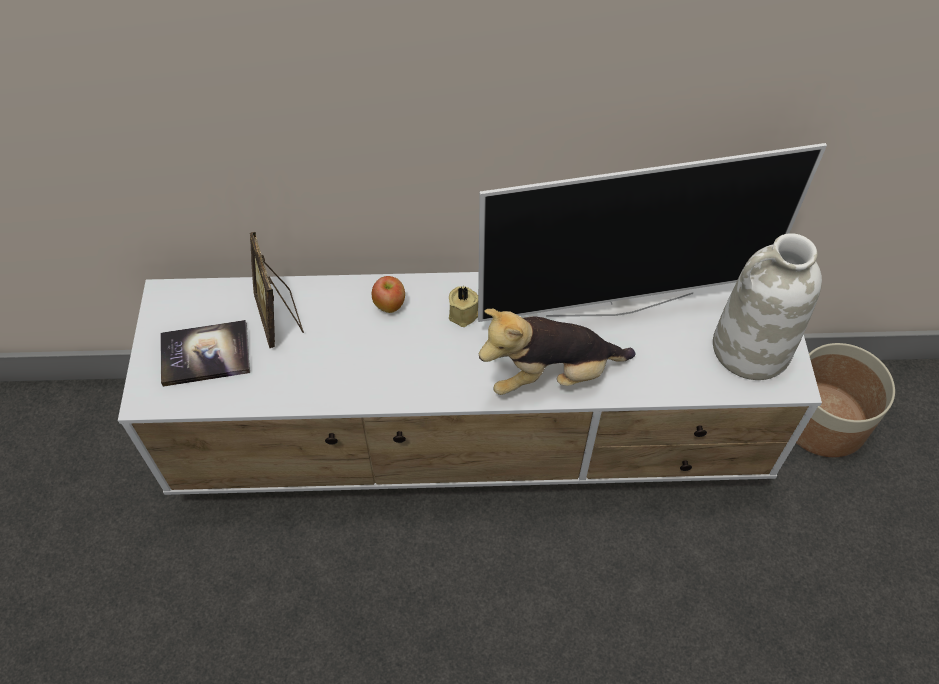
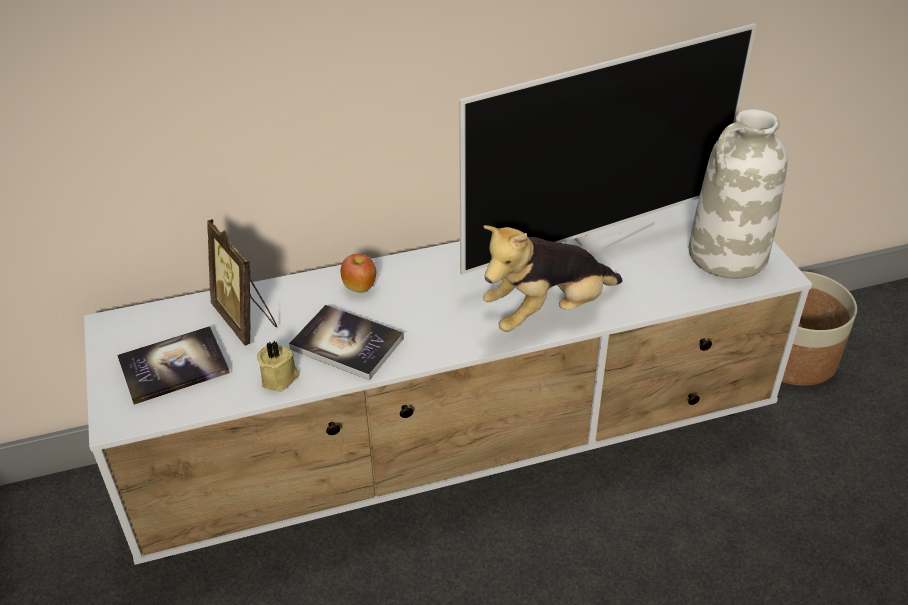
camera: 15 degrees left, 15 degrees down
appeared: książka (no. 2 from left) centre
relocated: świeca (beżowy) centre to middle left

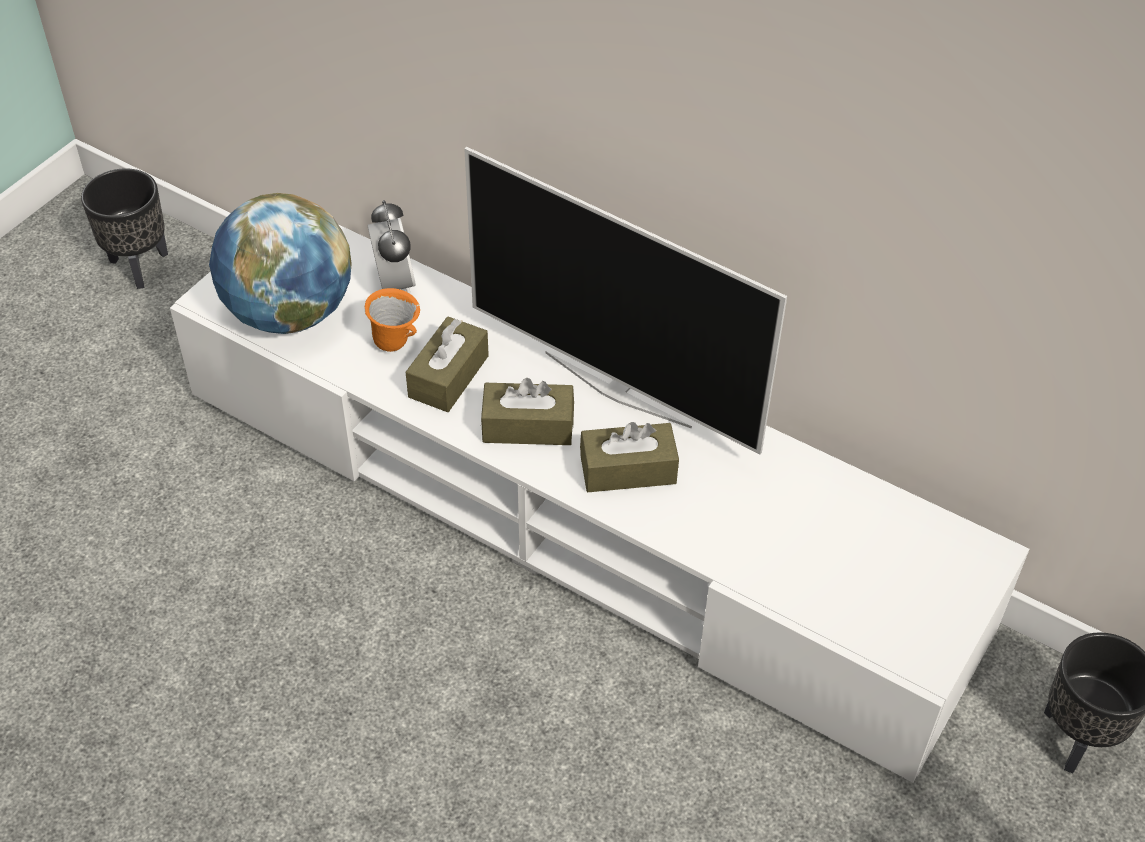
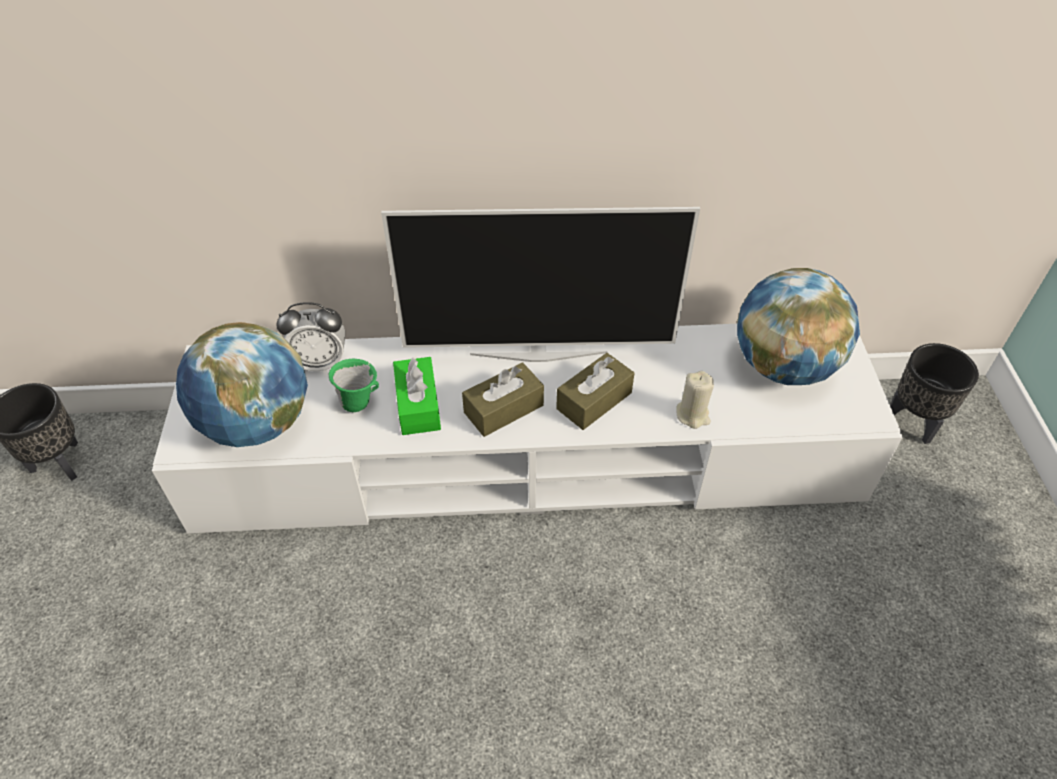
camera: 35 degrees left, 0 degrees up
appeared: świeca (beżowy) centre; globus (no. 2 from left) middle right
colour: kubek (pomarańczowy) centre to kubek (zielony) centre; pudełko chusteczek (brązowy) (no. 1 from left) centre to pudełko chusteczek (zielony) centre
spun: budzik top centre = middle left 135 degrees clockwise

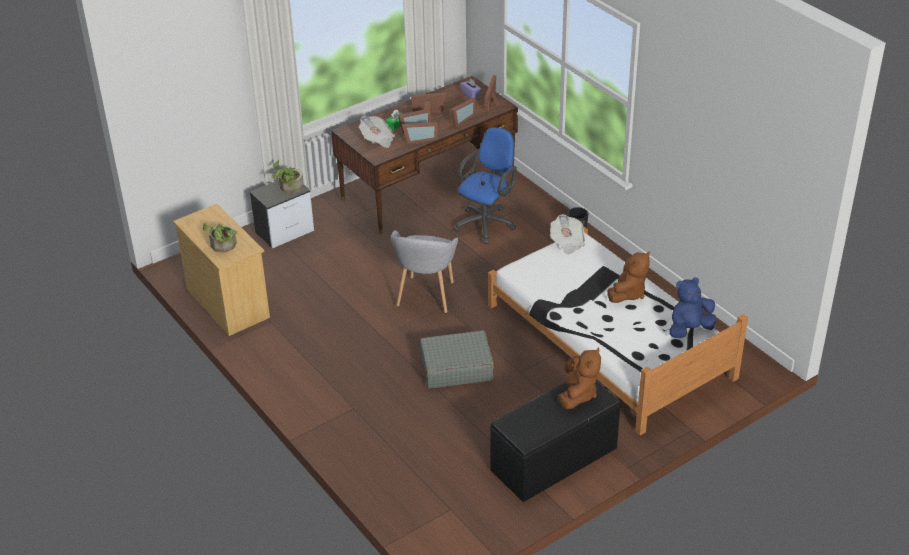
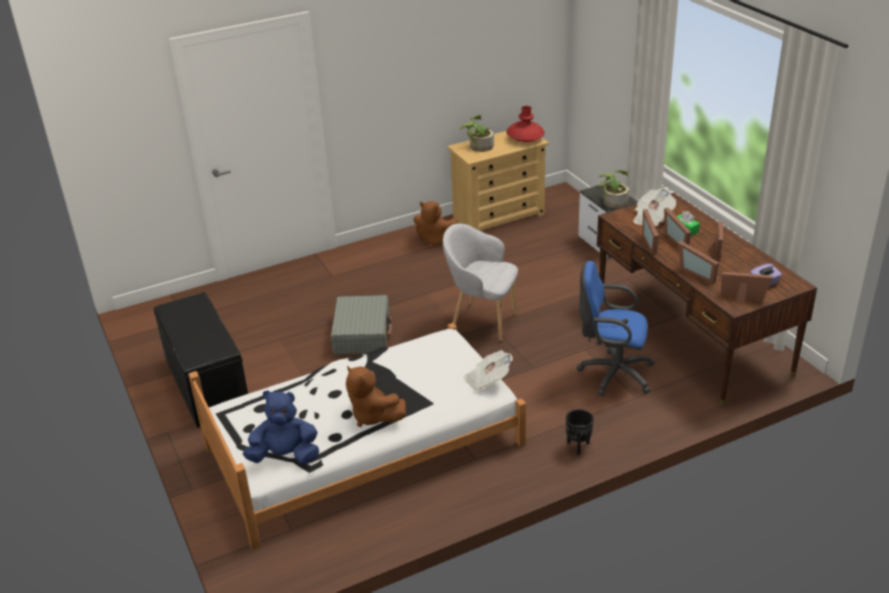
camera: 100 degrees right, 5 degrees down
appeared: wazon (czerwony) top centre
relocated: pluszak (brązowy) (no. 1 from left in the first image) bottom centre to pluszak (brązowy) (no. 2 from left) centre
spun: pluszak (niebieski) middle right = bottom left 75 degrees counterclockwise; krzesło biurowe (niebieski) centre = middle right 150 degrees clockwise

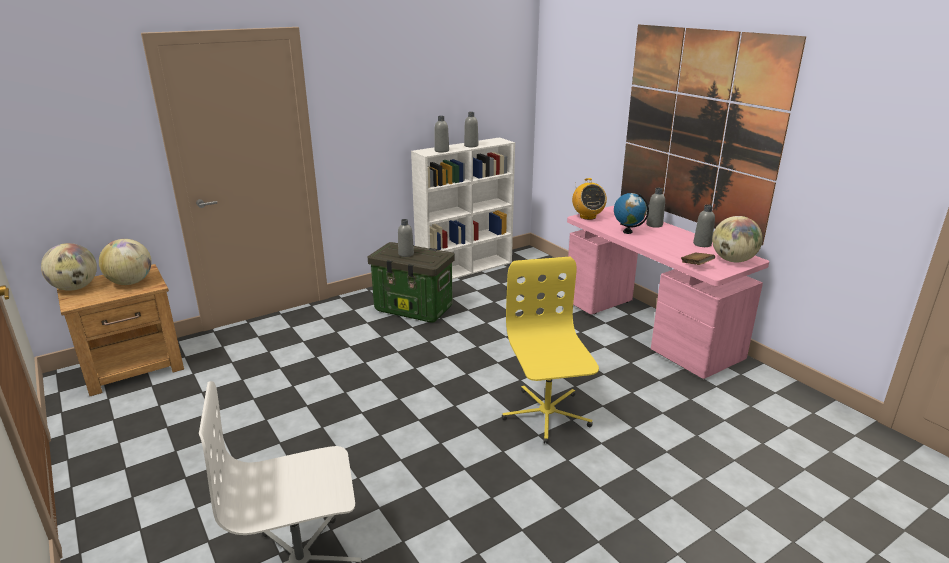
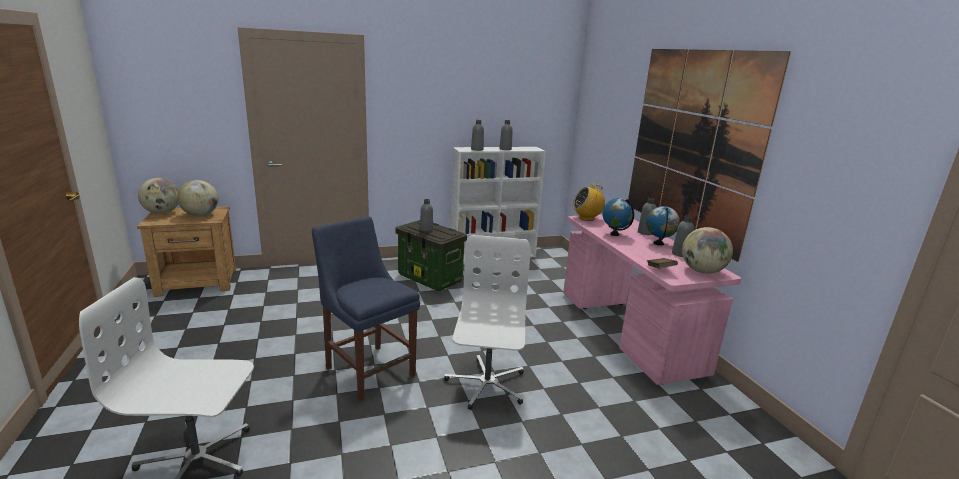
camera: 15 degrees right, 5 degrees down
appeared: krzesło (niebieski) centre; globus (no. 4 from left) middle right
colour: krzesło biurowe (żółty) centre to krzesło biurowe (biały) (no. 2 from left) bottom centre
spun: radio centre = centre 75 degrees clockwise

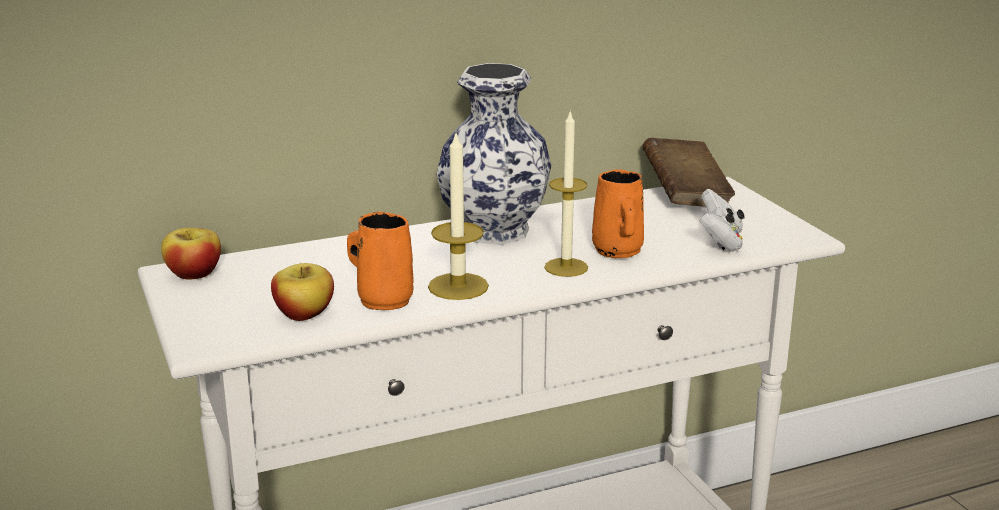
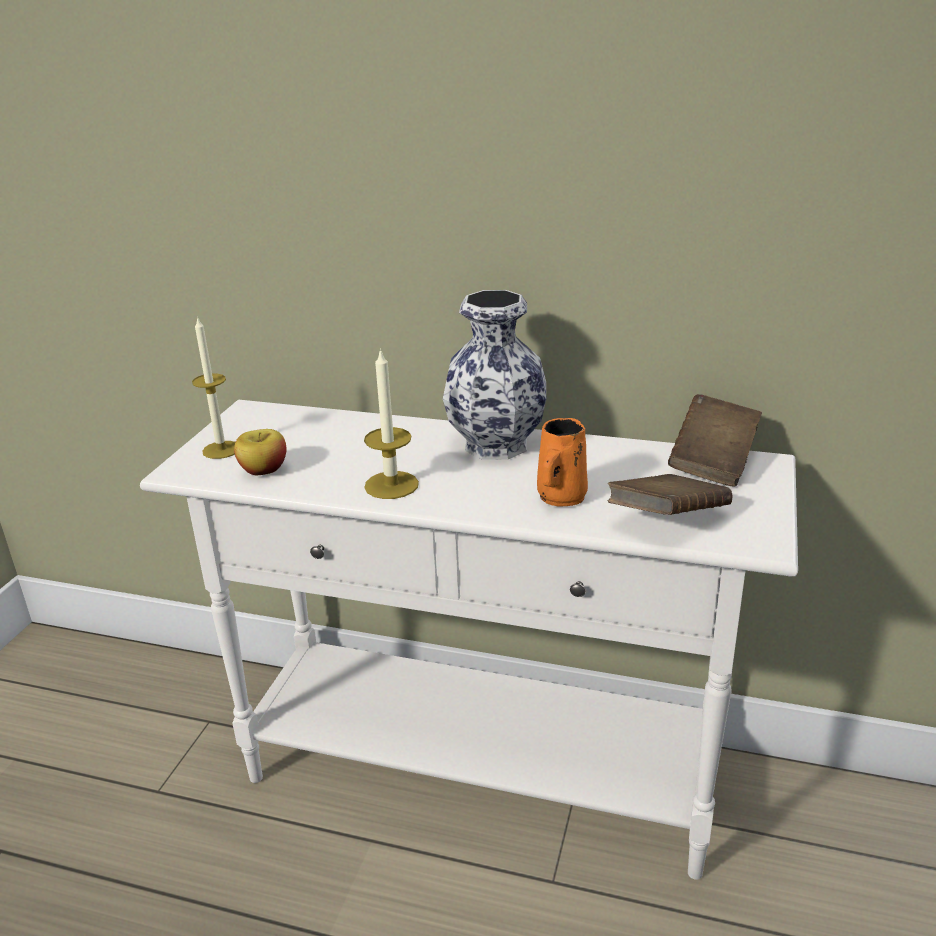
camera: 40 degrees right, 5 degrees up
missing: jabłko (no. 1 from left) middle left; kubek (pomarańczowy) (no. 1 from left) centre
relocated: świeca (no. 2 from left in the first image) centre to świeca (no. 1 from left) middle left
exchanged: pad do gier (biały) middle right to książka (brązowy) (no. 1 from left) middle right

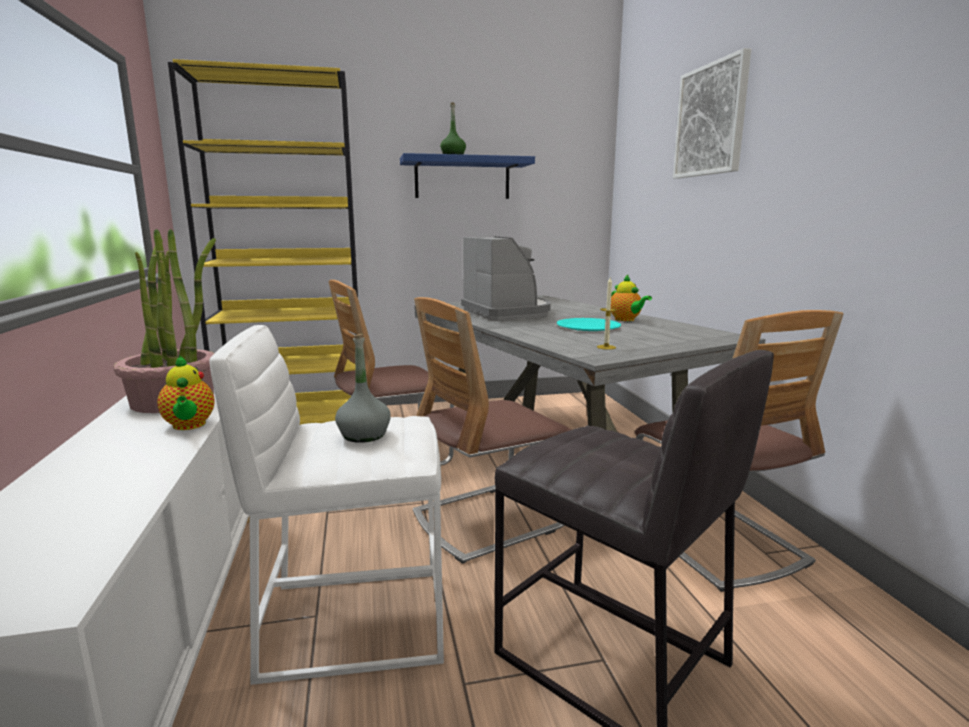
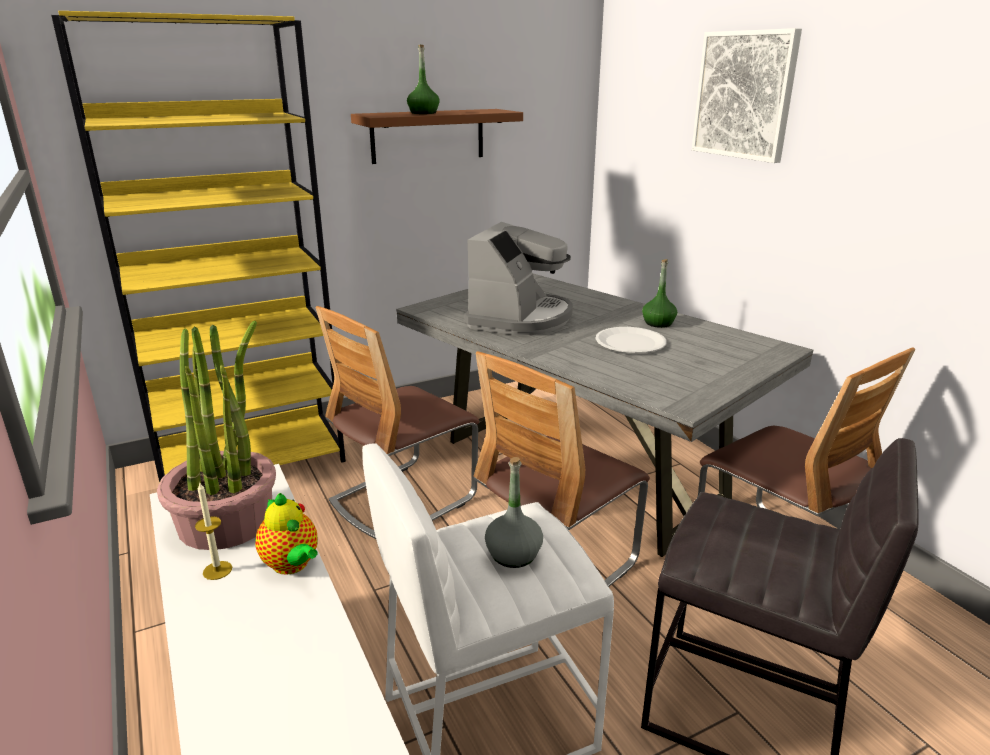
camera: 15 degrees left, 10 degrees up
relocated: świeca centre to bottom left
exchanged: imbryk (no. 2 from left) centre to butelka (zielony) (no. 2 from left) centre
colour: półka (niebieski) top centre to półka (brązowy) top centre; talerz (turkusowy) centre to talerz (biały) centre
spun: ekspres do kawy centre = centre 60 degrees clockwise

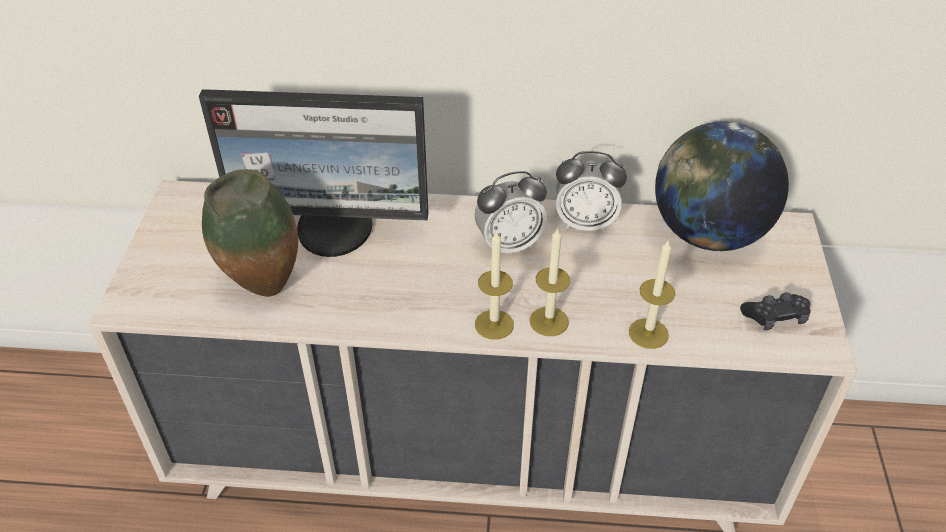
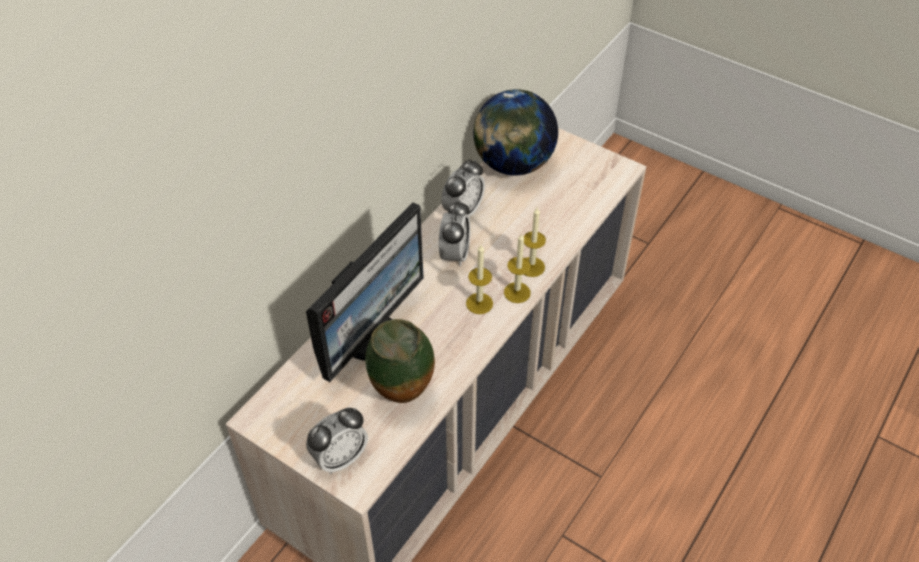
camera: 60 degrees left, 5 degrees up
missing: pad do gier (czarny) middle right
appeared: budzik (no. 1 from left) bottom centre
relocated: świeca (no. 3 from left in the first image) middle right to świeca (no. 1 from left) centre

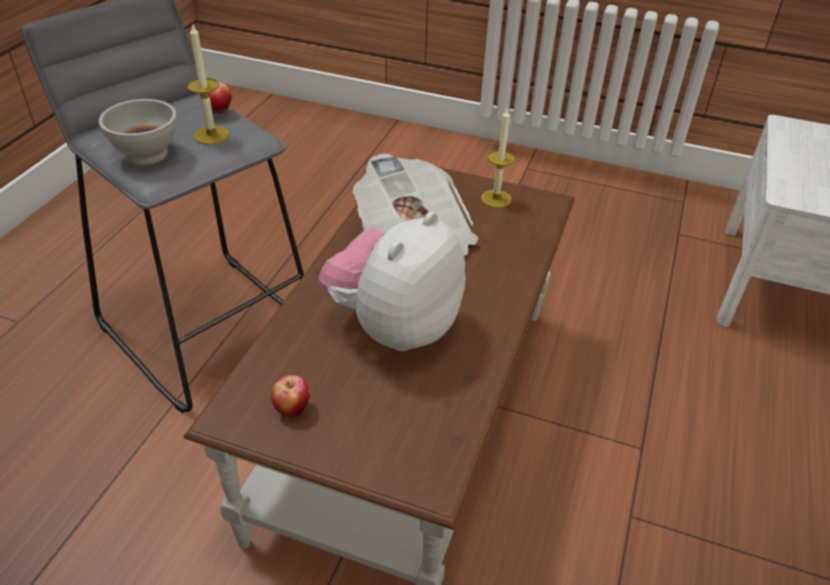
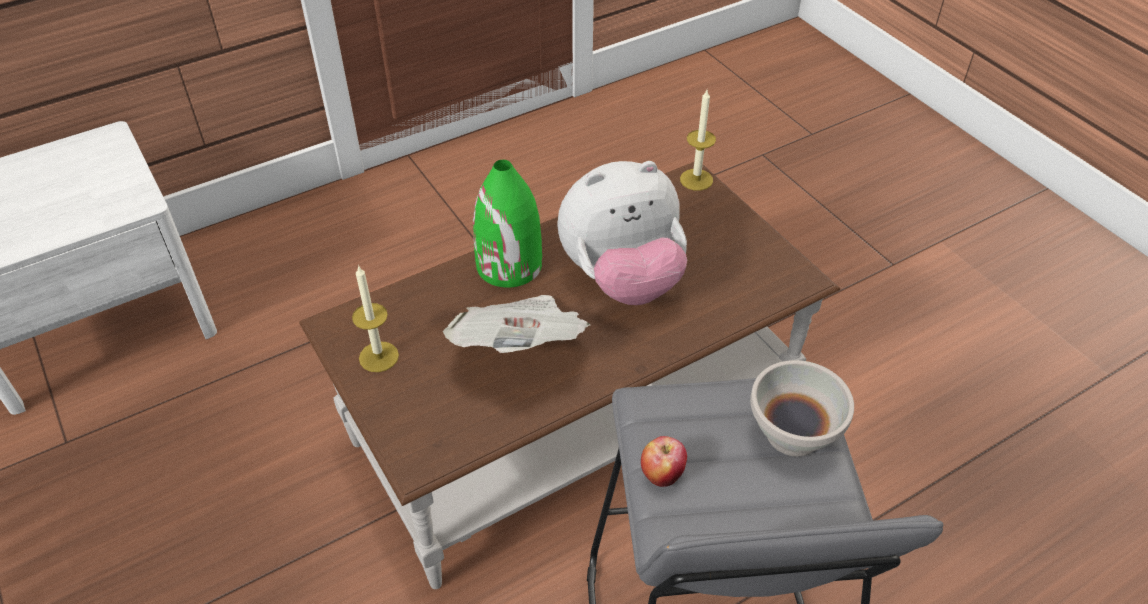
camera: 140 degrees left, 5 degrees up
missing: jabłko (no. 2 from left) bottom centre
appeared: wazon (zielony) centre
relocated: świeca (no. 1 from left in the first image) top left to świeca (no. 2 from left) top centre

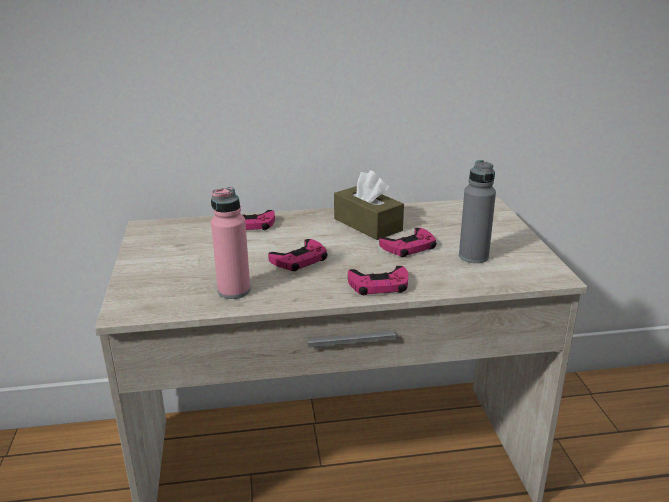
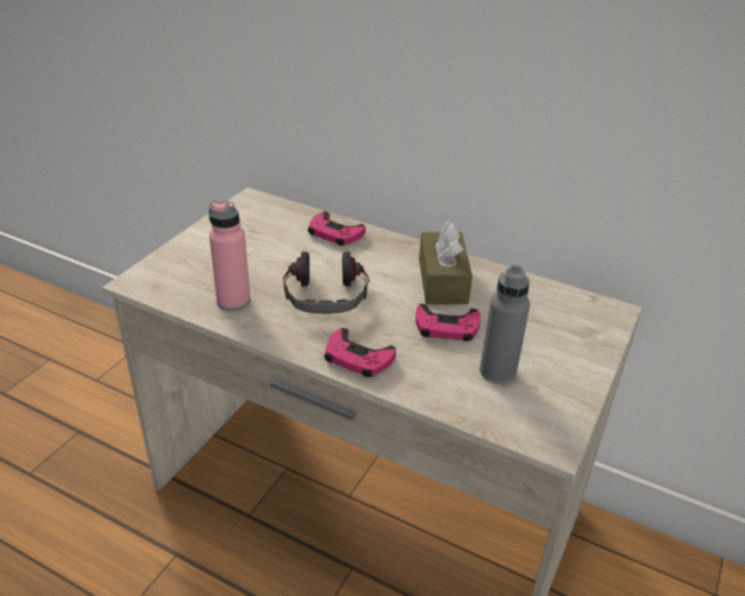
camera: 35 degrees right, 10 degrees up
exchanged: pad do gier (różowy) (no. 2 from left) centre to słuchawki centre

